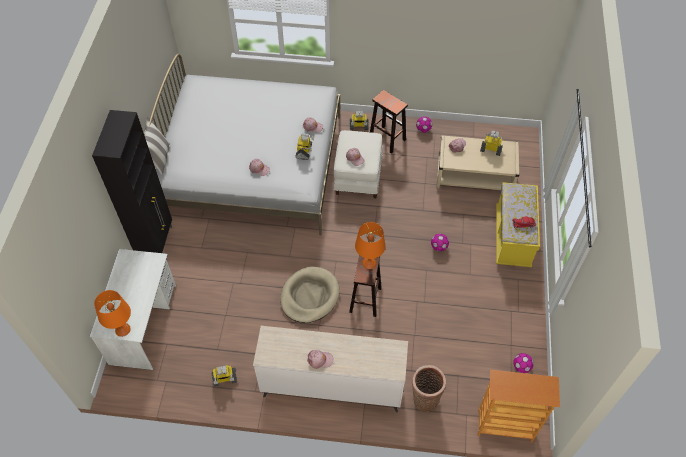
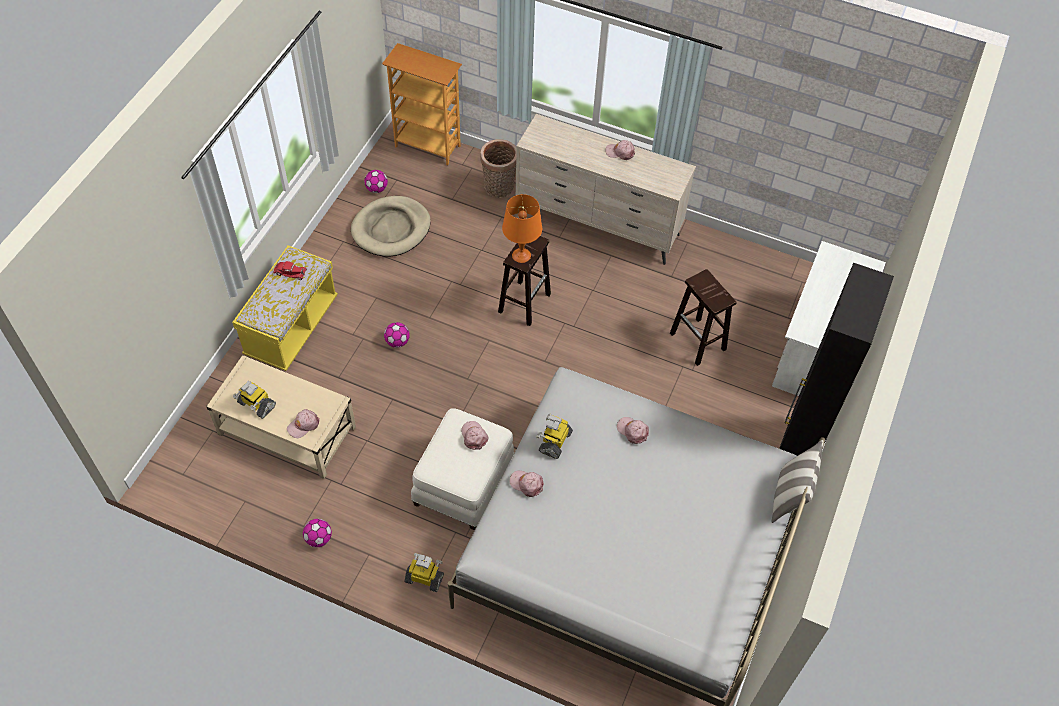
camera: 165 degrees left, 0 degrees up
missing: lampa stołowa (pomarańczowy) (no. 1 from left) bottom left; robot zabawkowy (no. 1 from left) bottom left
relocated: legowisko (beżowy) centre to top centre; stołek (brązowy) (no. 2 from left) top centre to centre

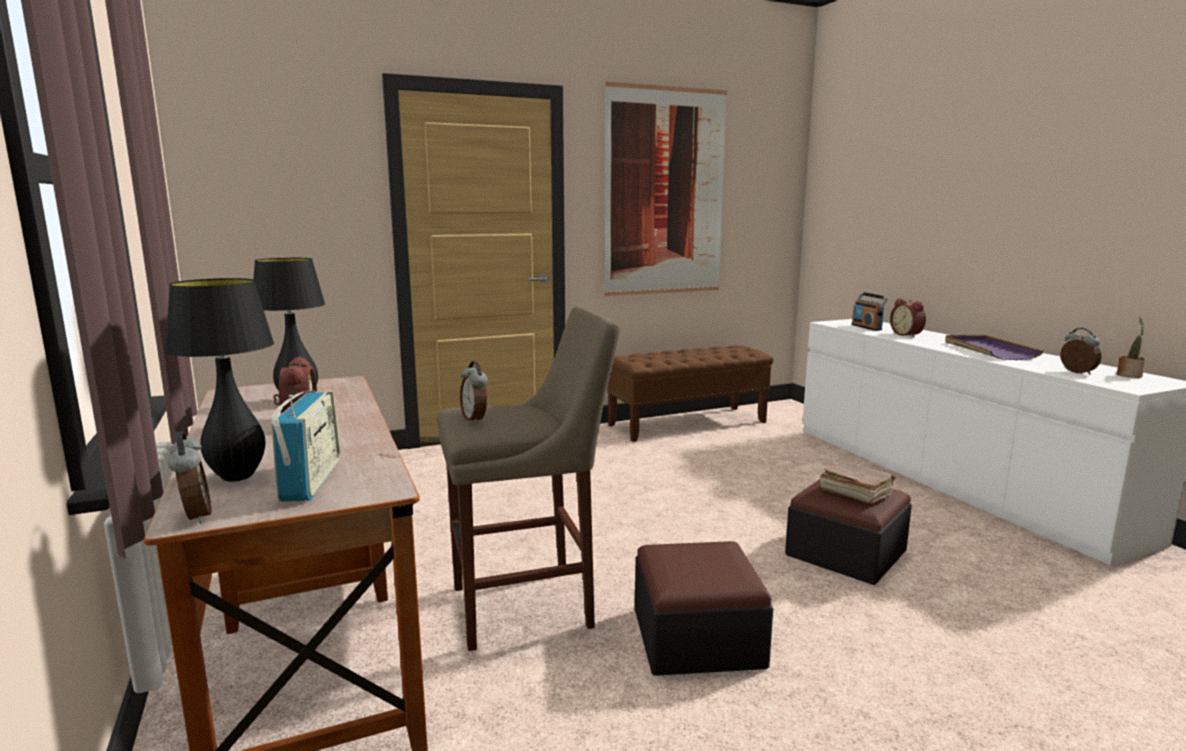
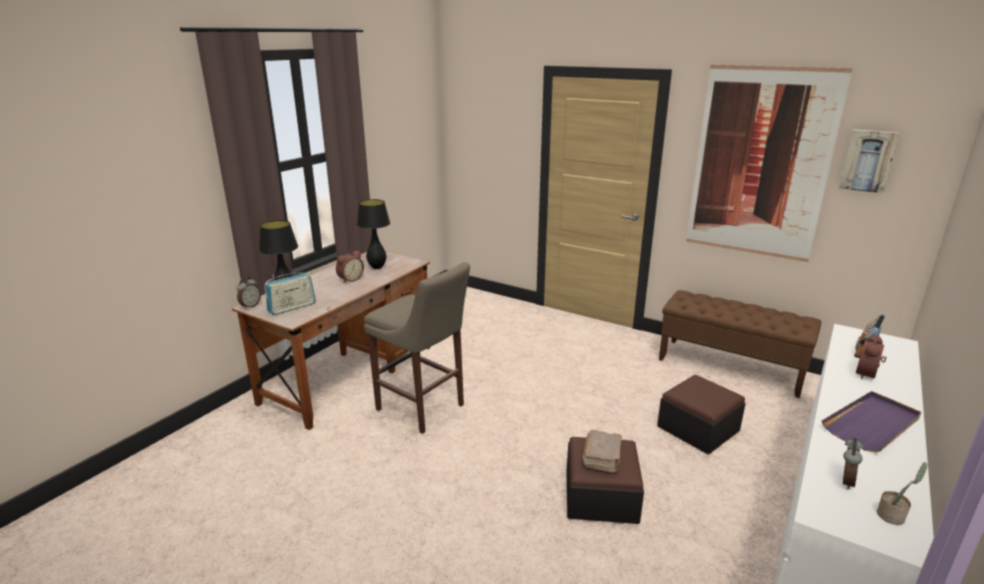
camera: 55 degrees right, 10 degrees up
missing: budzik (no. 3 from left) centre
appeared: obraz (no. 2 from left) top right
relocated: pufa (no. 1 from left in the first image) bottom centre to pufa (no. 2 from left) bottom right

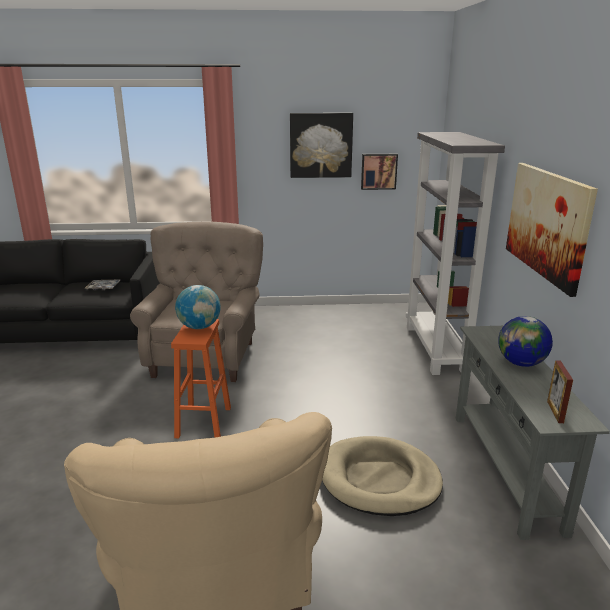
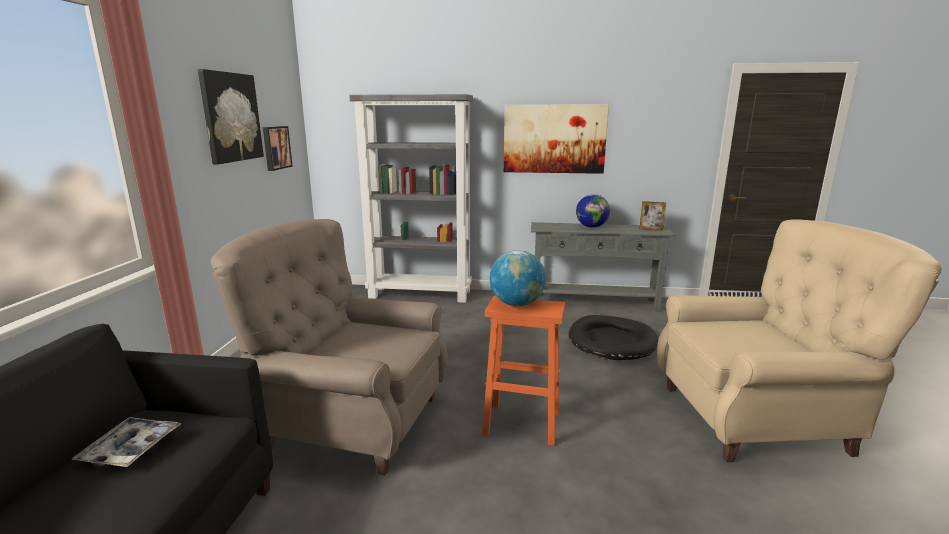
camera: 80 degrees left, 5 degrees down
colour: legowisko (beżowy) bottom centre to legowisko (czarny) centre

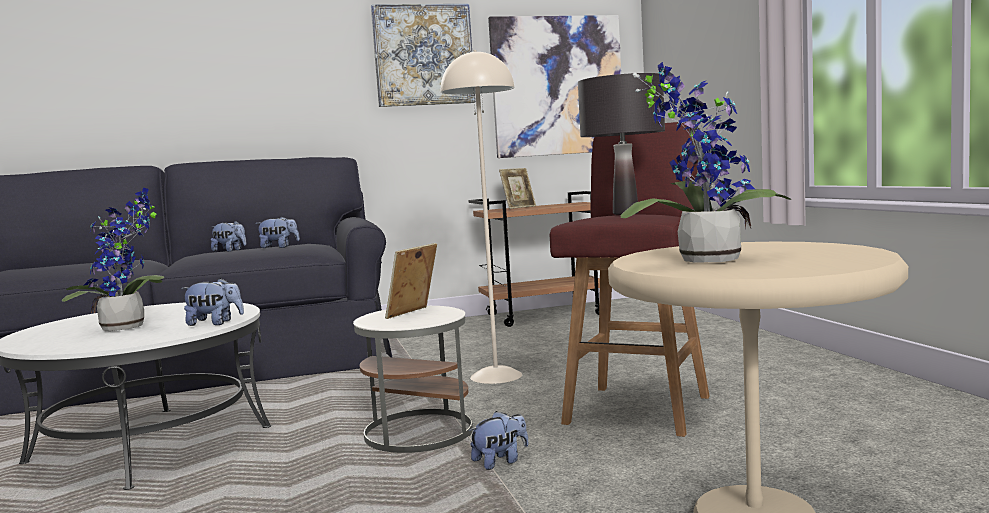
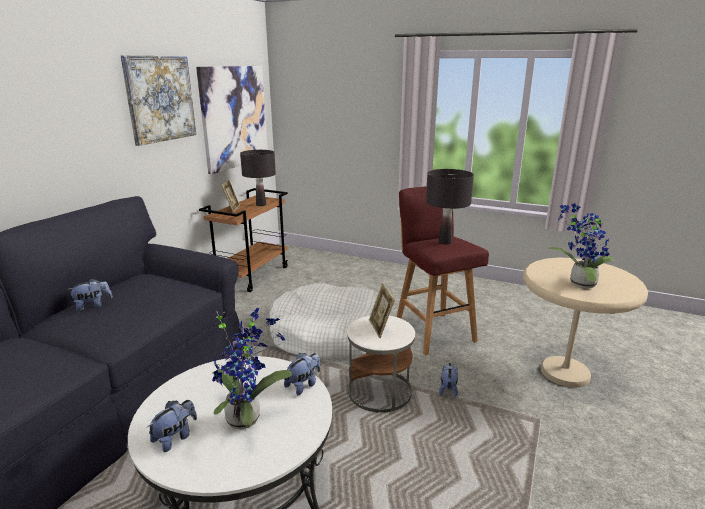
camera: 50 degrees left, 15 degrees up
appeared: lampa stołowa (czarny) (no. 1 from left) centre
relocated: pluszak (no. 3 from left in the first image) middle left to pluszak (no. 2 from left) bottom left
exchanged: lampa stojąca (beżowy) centre to legowisko (biały) centre

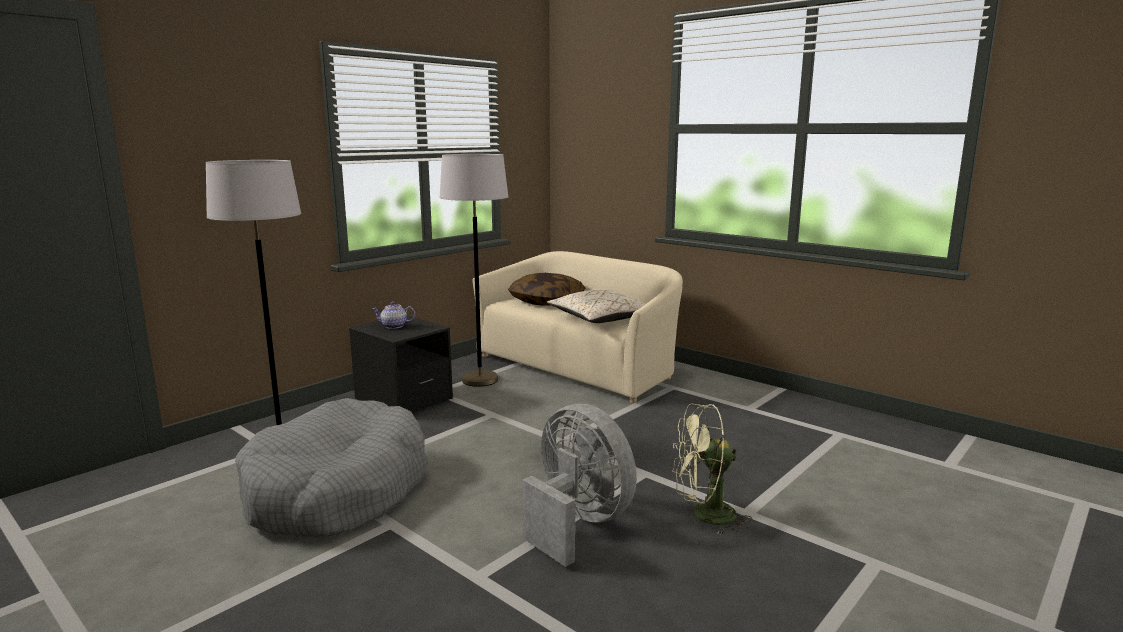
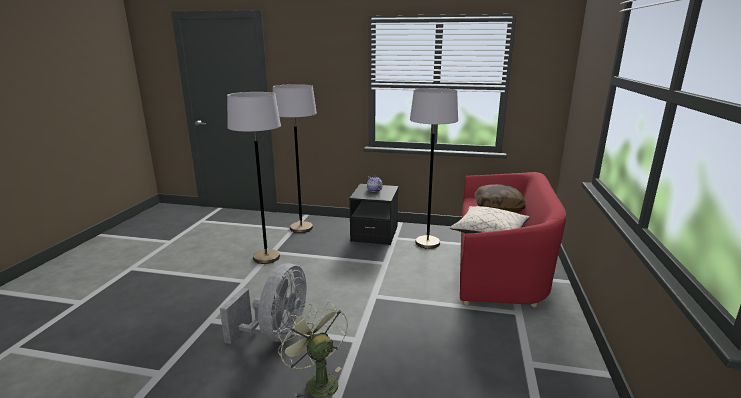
camera: 60 degrees right, 5 degrees up
exchanged: legowisko (szary) bottom left to lampa stojąca (szary) (no. 1 from left) centre
colour: kanapa (beżowy) centre to kanapa (czerwony) middle right

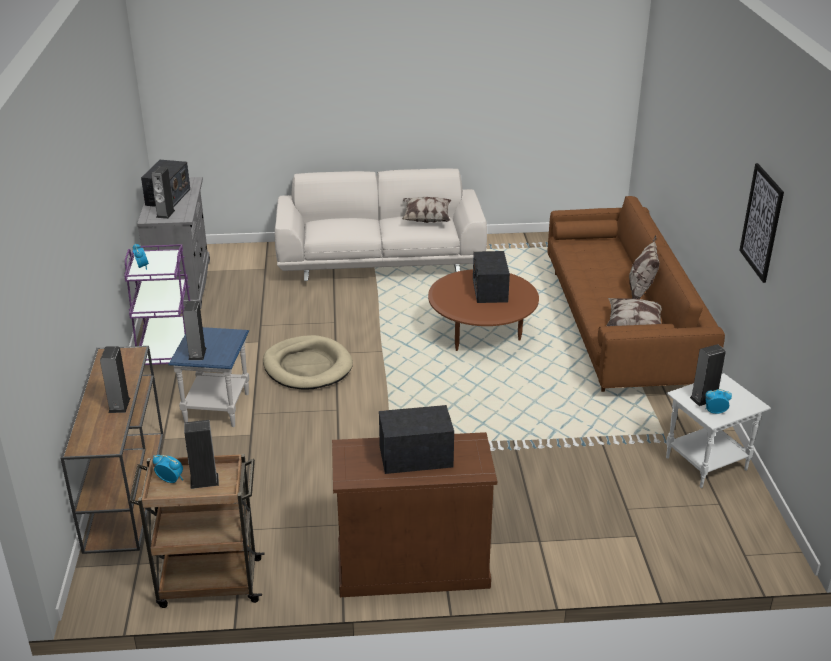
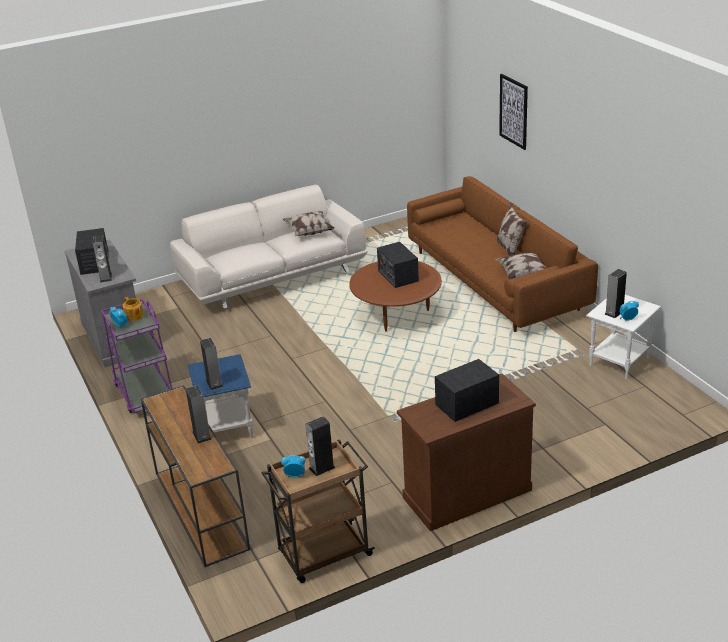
camera: 20 degrees left, 0 degrees up
missing: legowisko (beżowy) centre
appeared: imbryk middle left
relocated: obraz middle right to top right

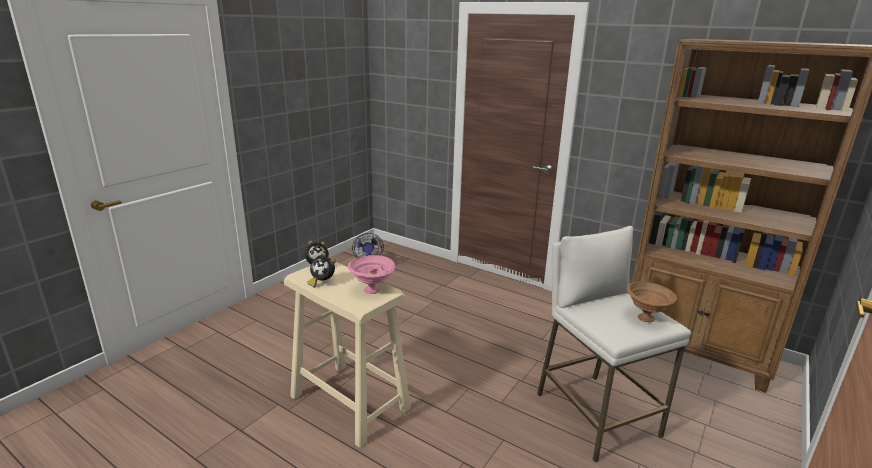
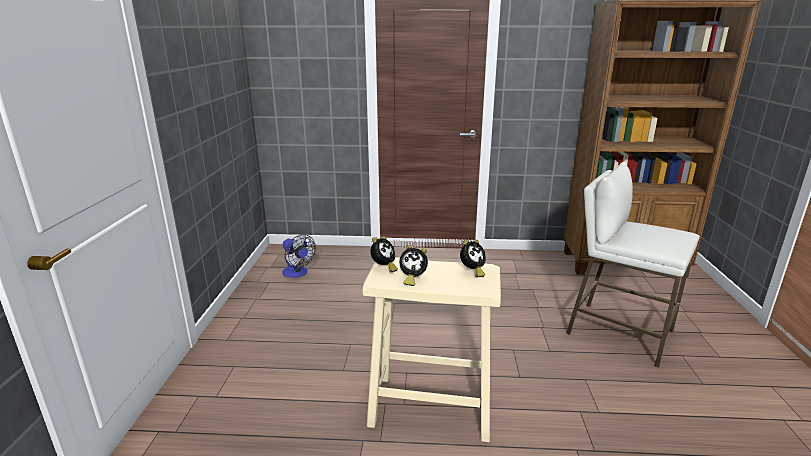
camera: 30 degrees left, 0 degrees up
missing: miska (brązowy) middle right
exchanged: miska (różowy) centre to budzik (no. 3 from left) centre

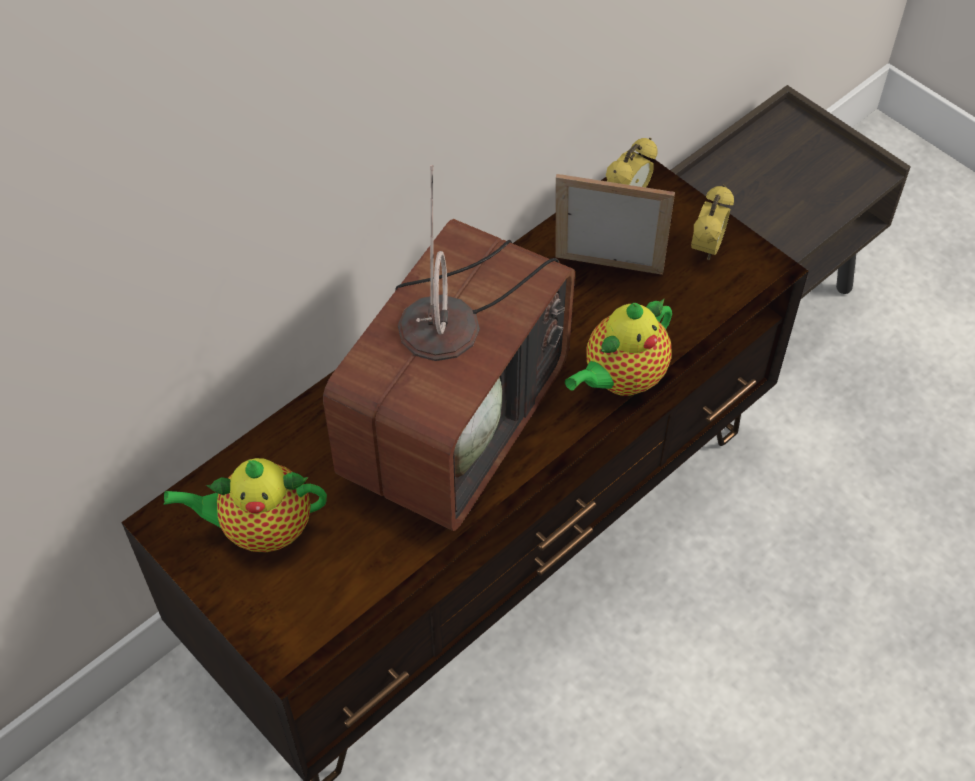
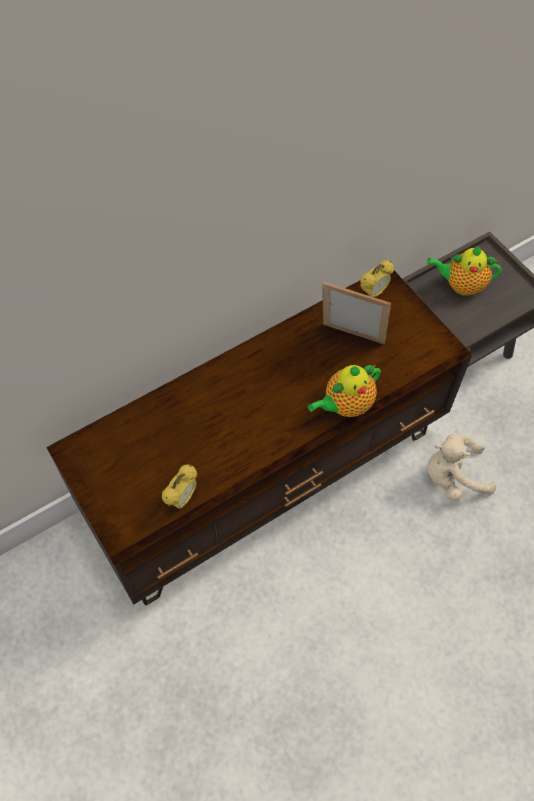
camera: 10 degrees right, 5 degrees up
missing: telewizor centre
appeared: pluszak (beżowy) middle right
relocated: budzik (no. 2 from left in the first image) top right to budzik (no. 1 from left) centre; imbryk (no. 1 from left in the first image) middle left to imbryk (no. 2 from left) middle right

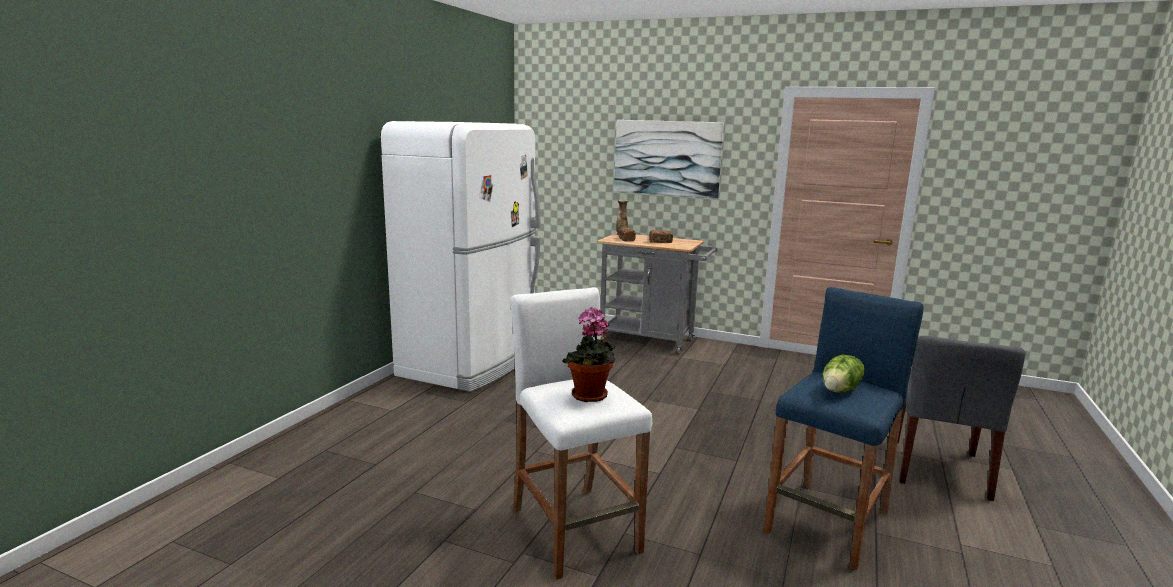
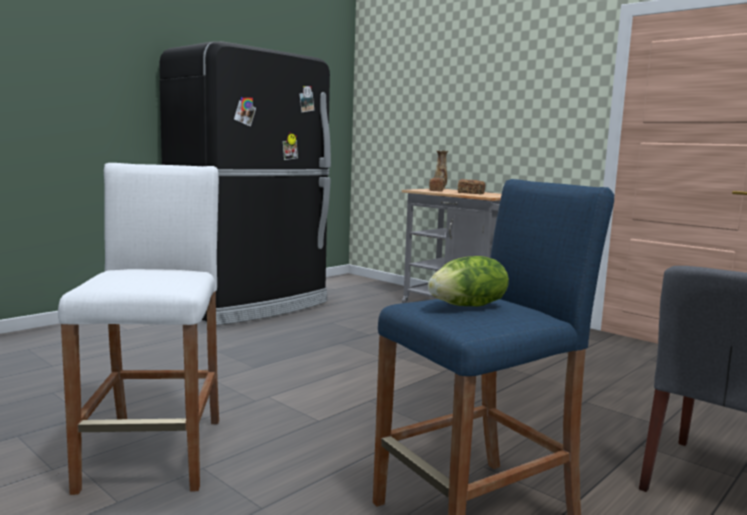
camera: 20 degrees right, 5 degrees down
missing: roślina doniczkowa centre; obraz top centre
colour: lodówka (biały) centre to lodówka (czarny) middle left

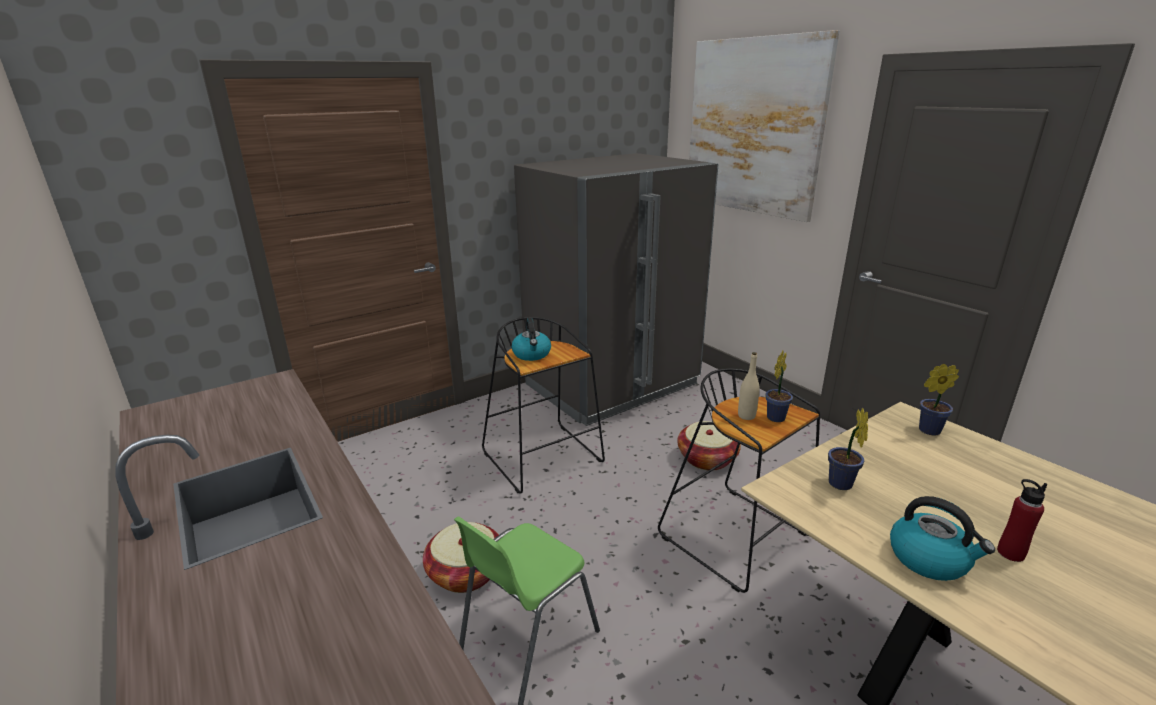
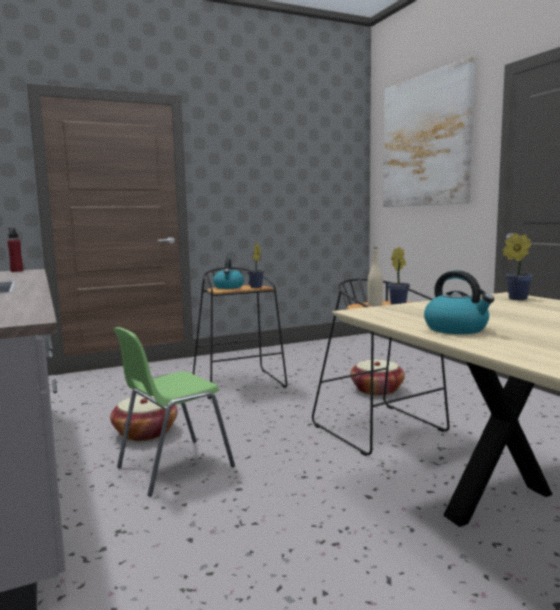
camera: 10 degrees right, 15 degrees down
missing: lodówka (szary) centre
relocated: butelka (czerwony) bottom right to middle left; roślina doniczkowa (no. 2 from left in the first image) middle right to roślina doniczkowa (no. 1 from left) centre

